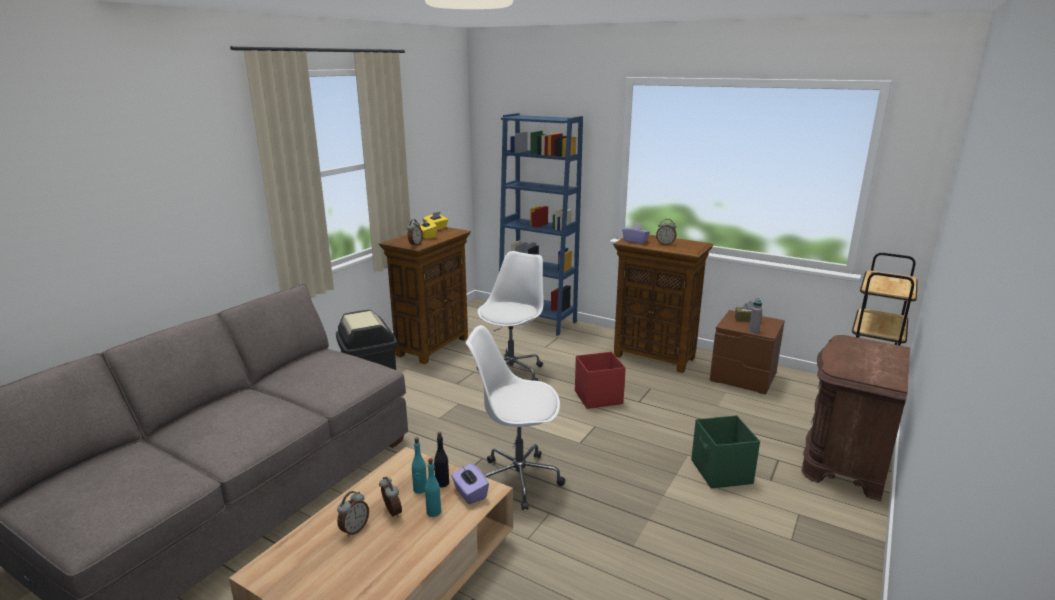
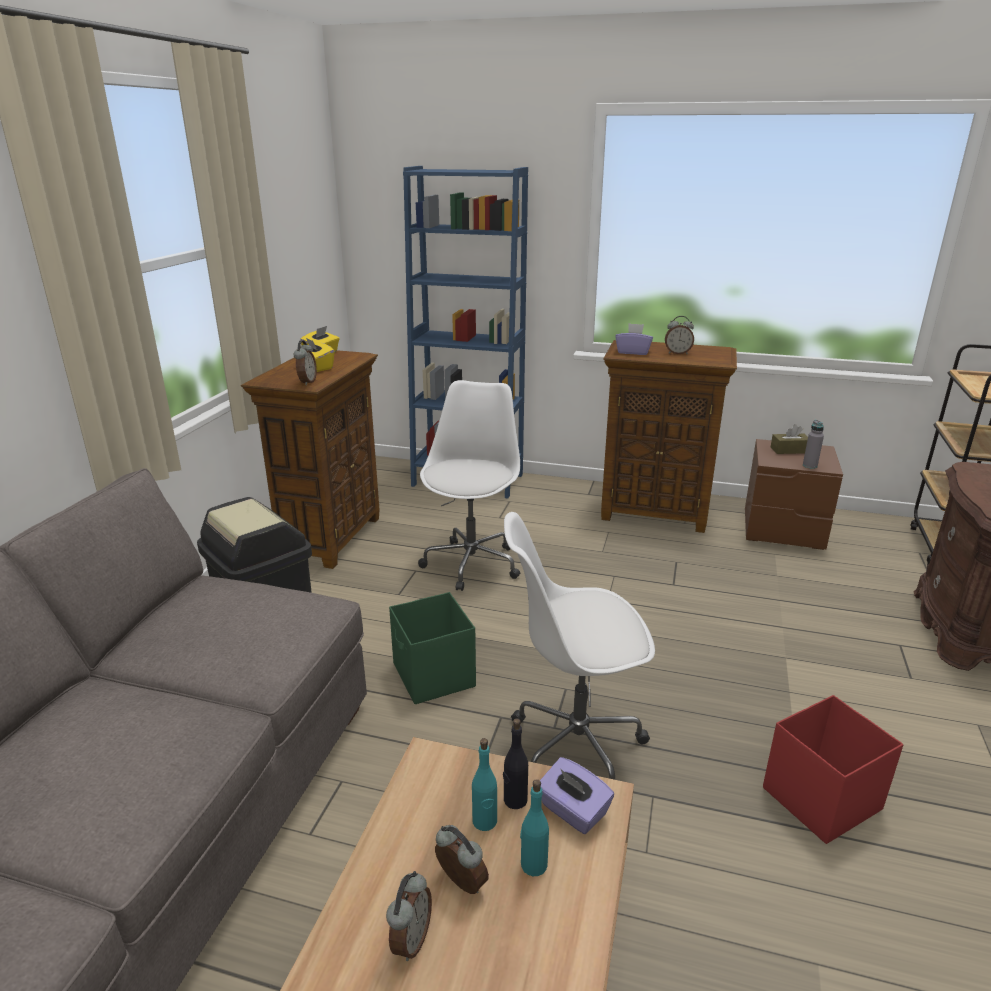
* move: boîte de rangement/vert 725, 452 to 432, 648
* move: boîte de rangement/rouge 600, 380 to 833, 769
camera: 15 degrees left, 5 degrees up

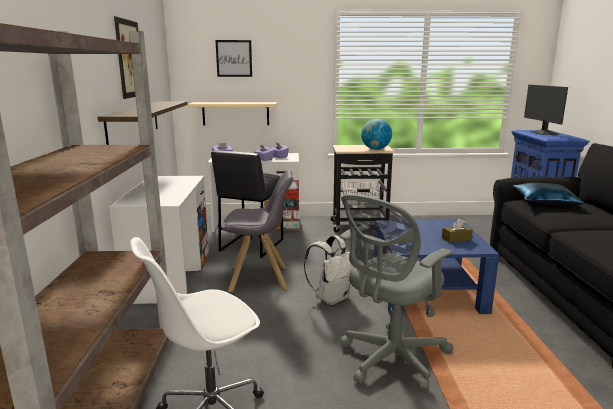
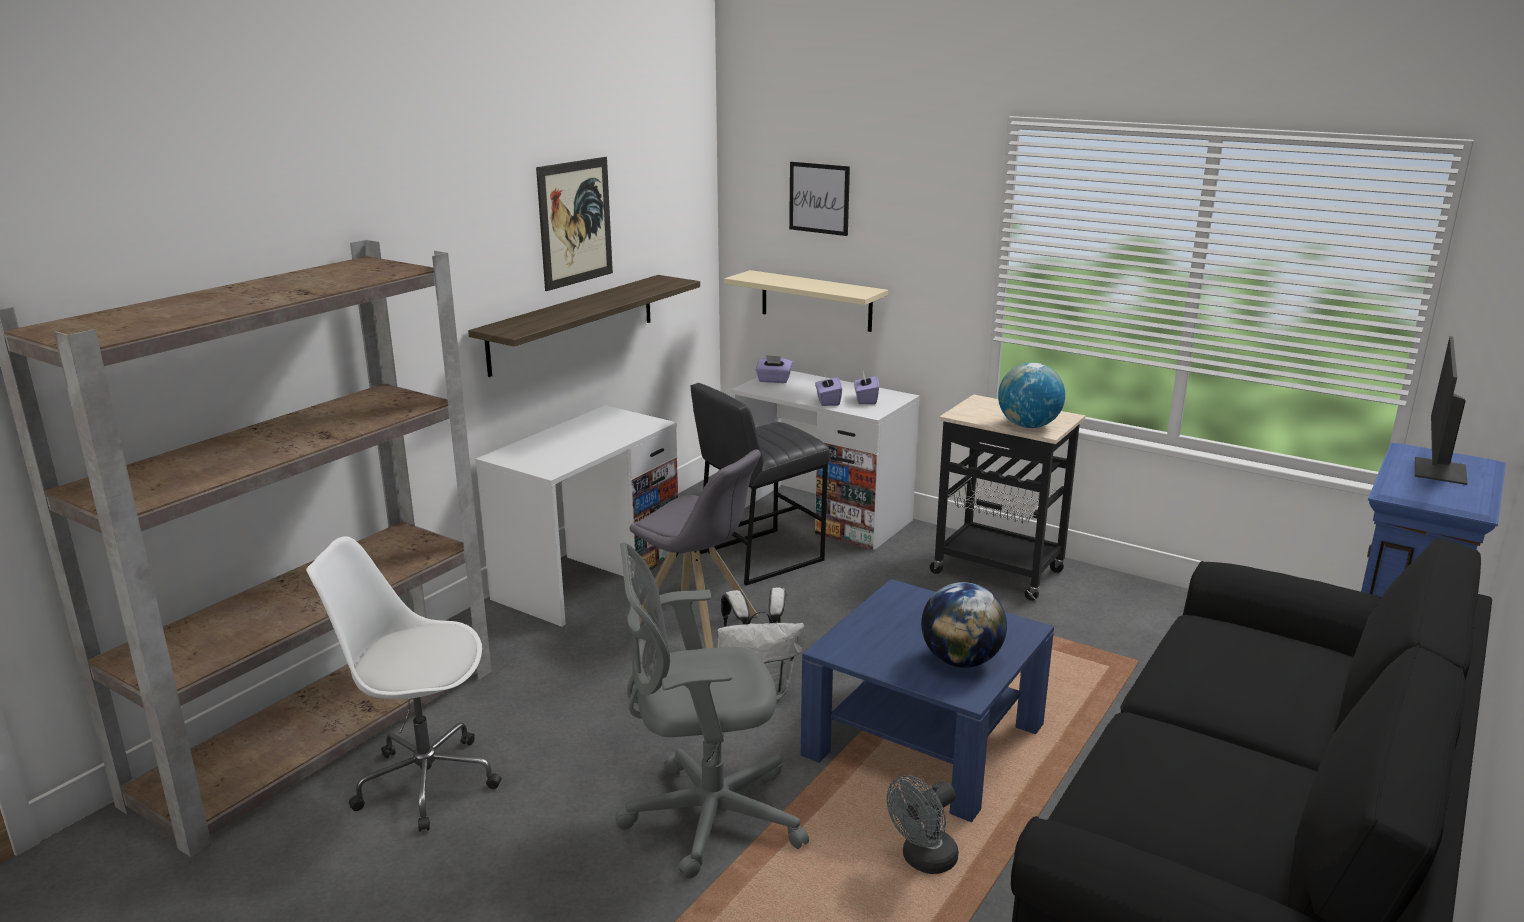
* insert: ventilateur/gris 923, 824
* replace: boîte à mouchoirs/marron 457, 230 to globe 964, 625
* delete: coussin/bleu 549, 195
camera: 35 degrees right, 5 degrees up

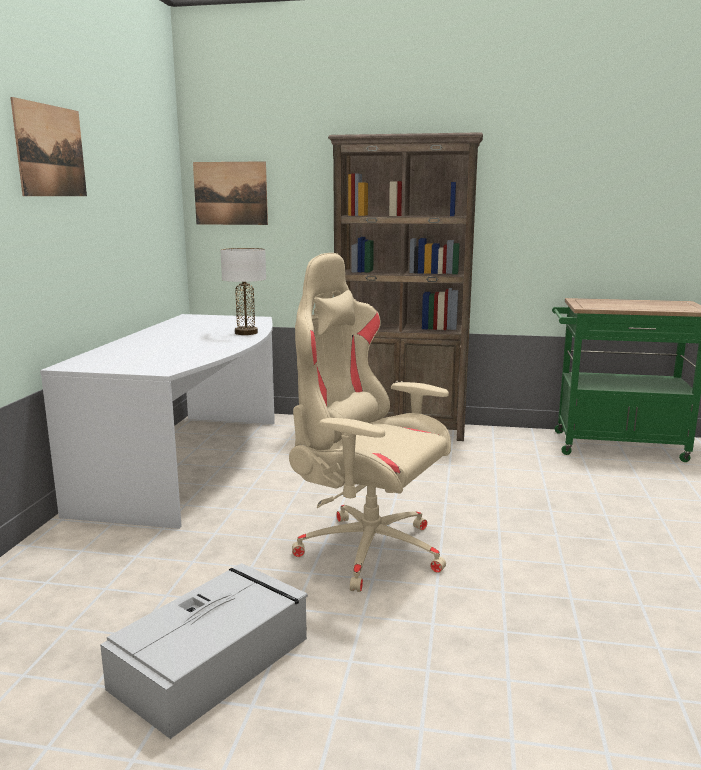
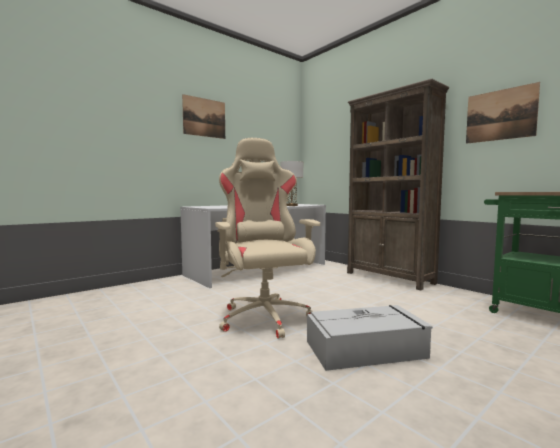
* move: boîte de rangement/gris 203, 651 to 370, 338
* move: tableau 230, 193 to 503, 113
camera: 40 degrees right, 10 degrees down

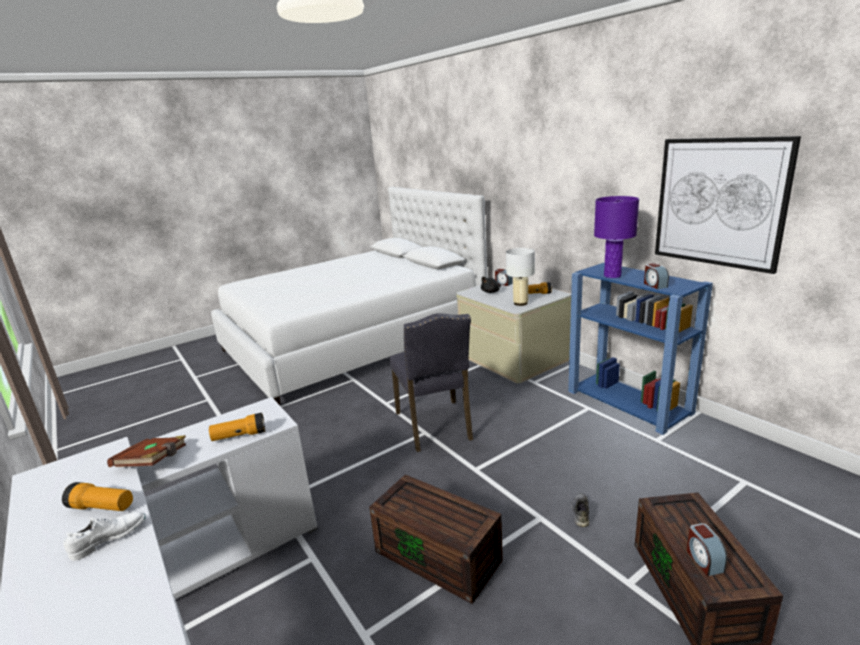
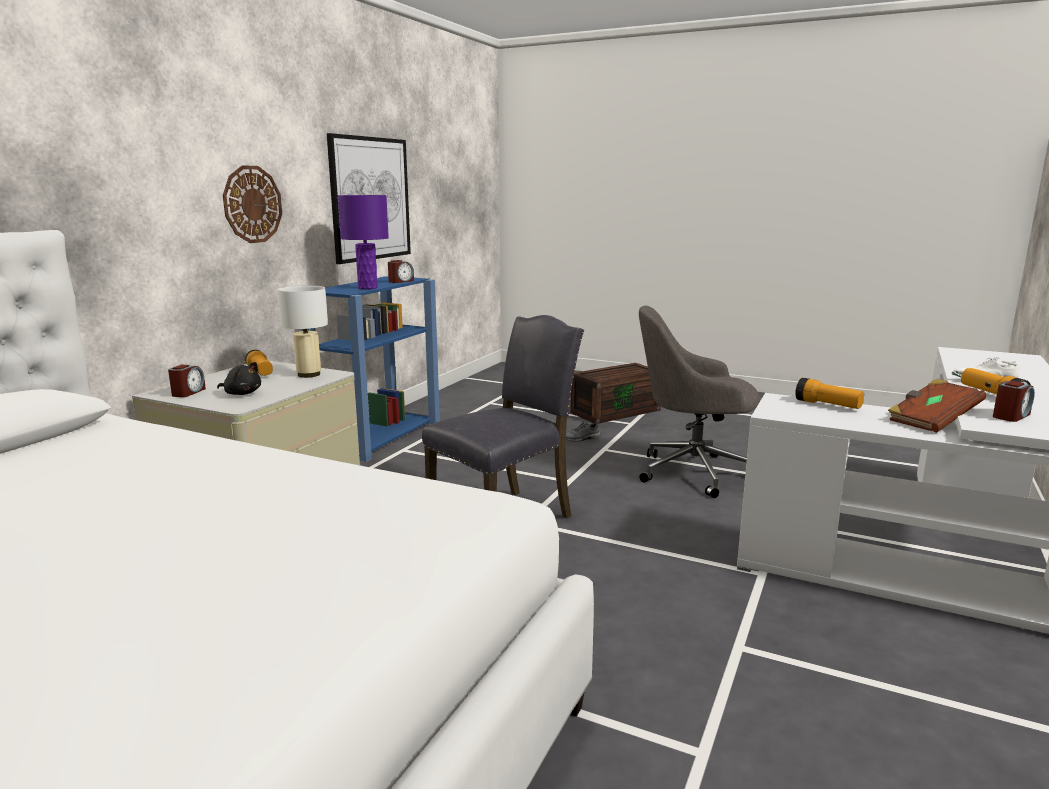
* insert: horloge murale 252, 204
* replace: boîte de rangement/marron 436, 539 to chaise de bureau/gris 699, 402
* move: réveil 707, 549 to 1014, 401
camera: 120 degrees left, 5 degrees down

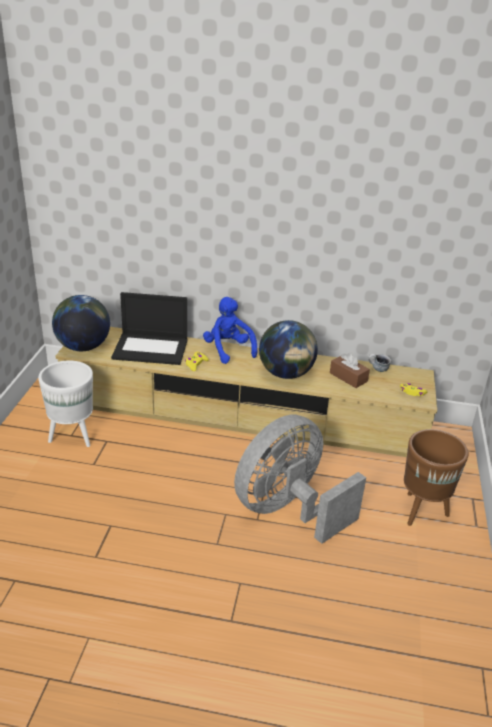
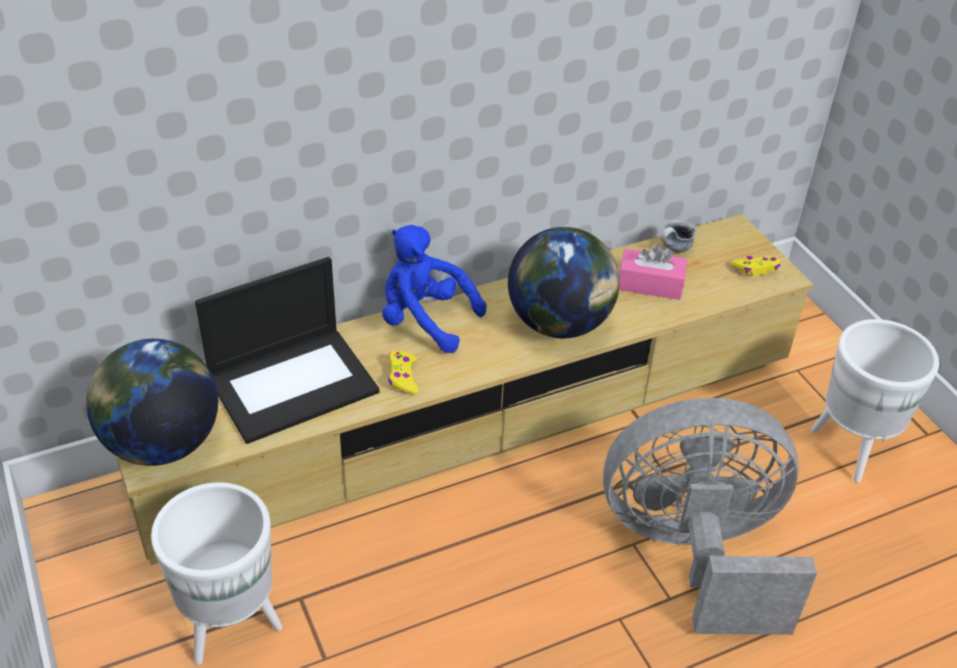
* rotate: ventilateur/gris 300, 479 = 710, 516 75 degrees clockwise
* recolor: boîte à mouchoirs/marron 350, 370 to boîte à mouchoirs/rose 653, 272
* recolor: cache-pot/marron 436, 477 to cache-pot/blanc 875, 401
camera: 35 degrees left, 10 degrees up

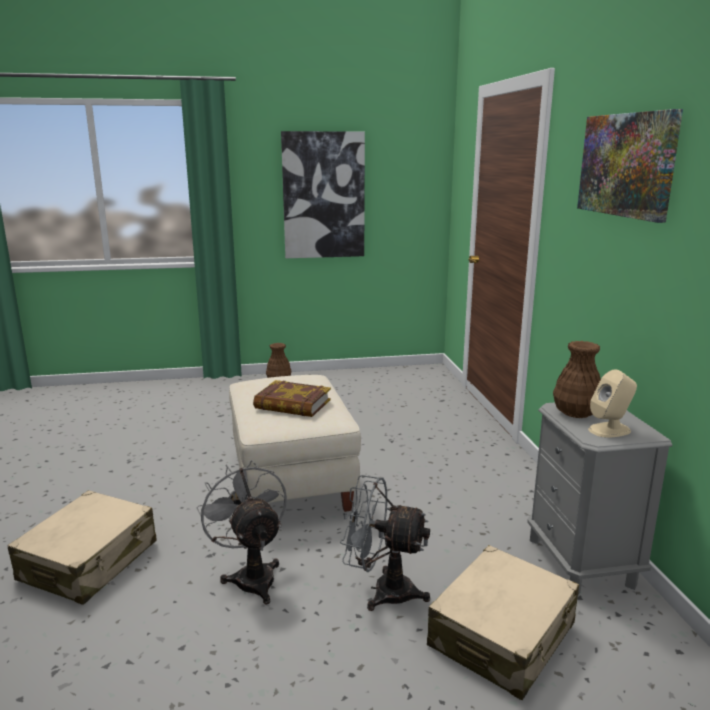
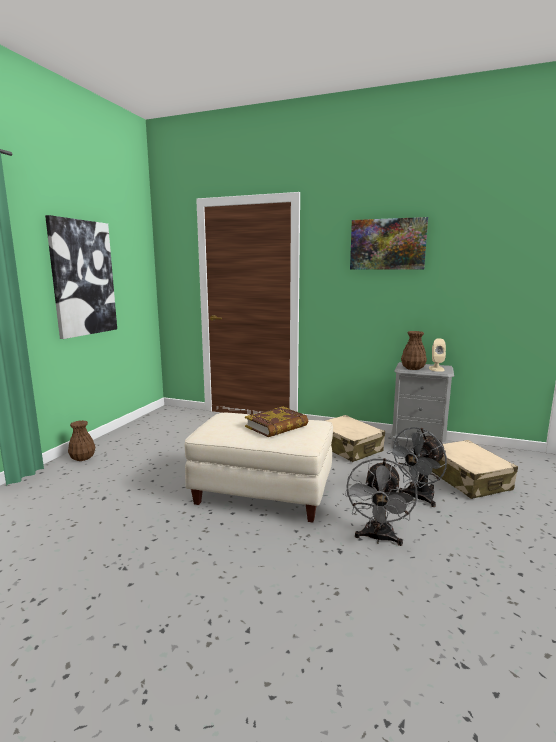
* move: valise/beige 82, 547 to 355, 438
* rotate: ventilateur/gris 242, 532 = 381, 502 75 degrees counterclockwise
camera: 60 degrees left, 5 degrees down

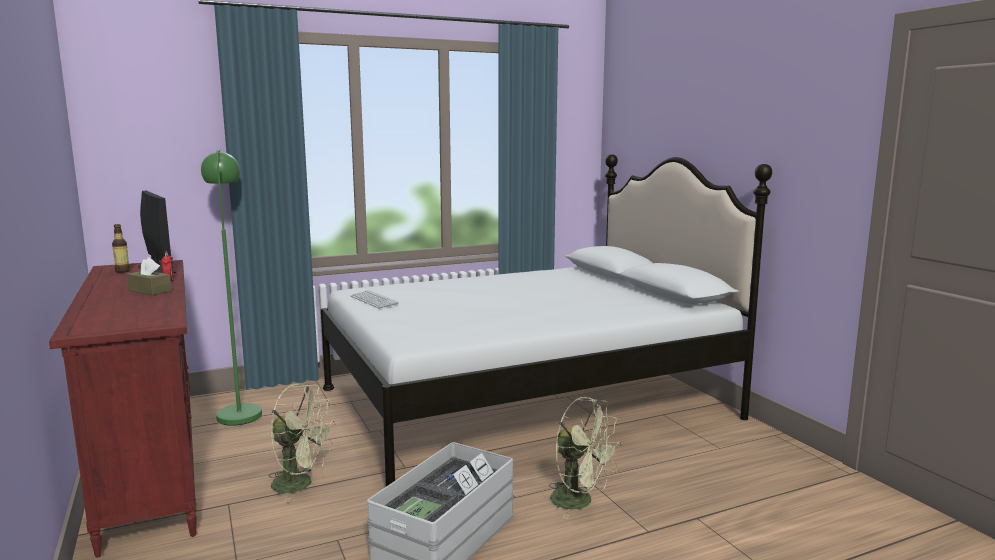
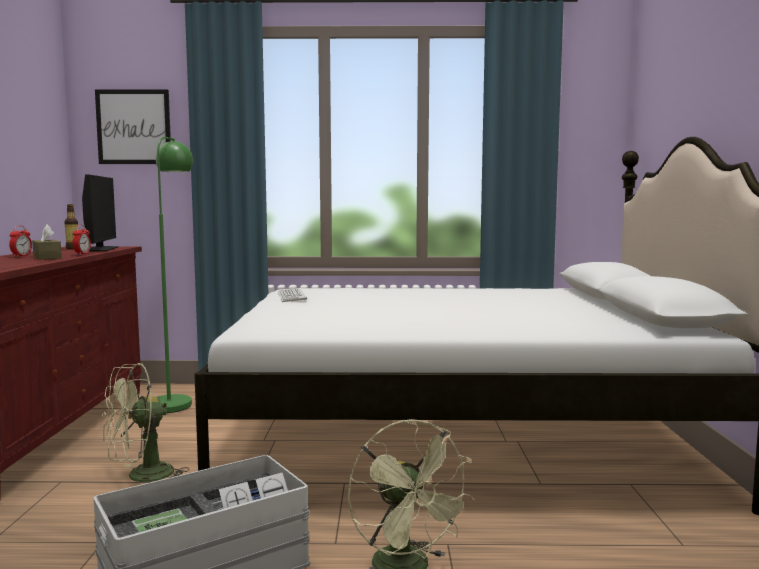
* insert: réveil 20, 241
* insert: tableau 133, 127
* rotate: ventilateur/vert 301, 443 = 145, 422 105 degrees clockwise
camera: 25 degrees right, 5 degrees down

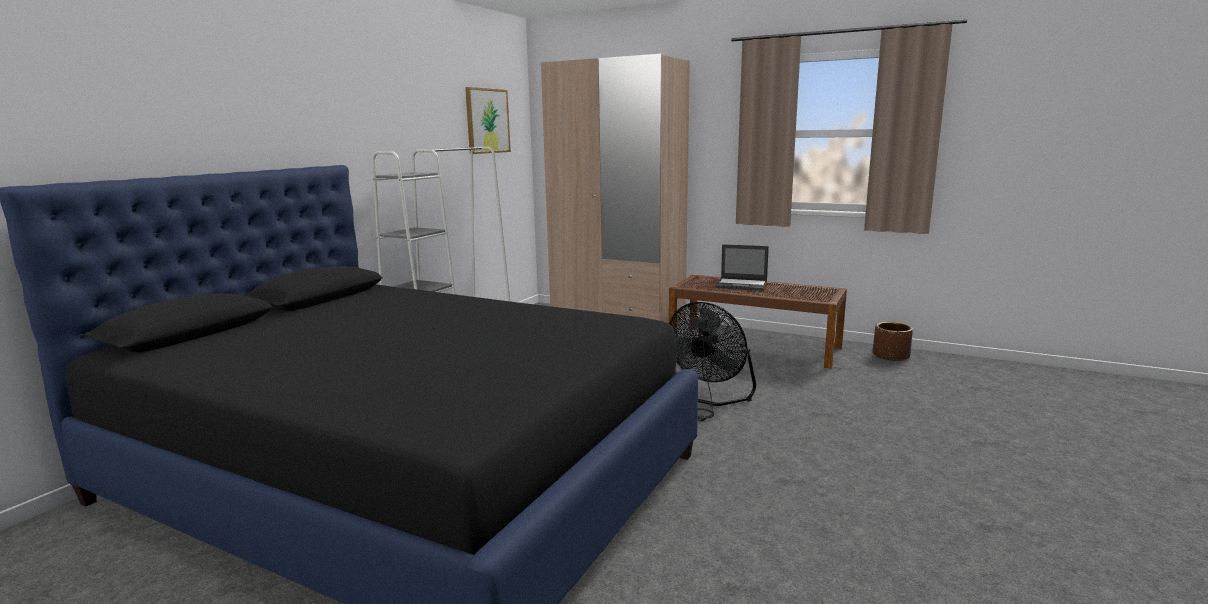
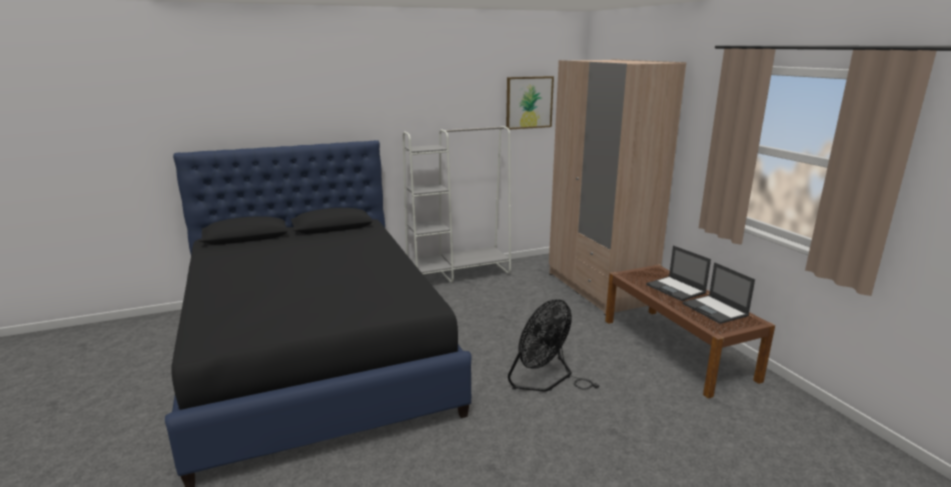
* rotate: ventilateur/noir 712, 362 = 554, 346 120 degrees counterclockwise
* insert: ordinateur portable 719, 293
* delete: cache-pot/marron 893, 341
camera: 40 degrees right, 5 degrees up

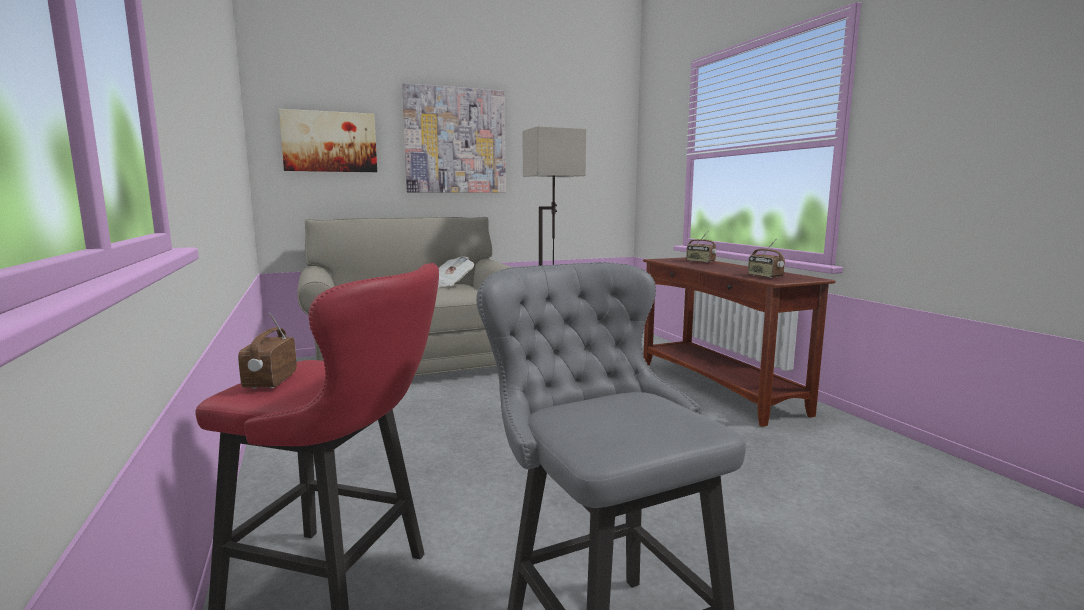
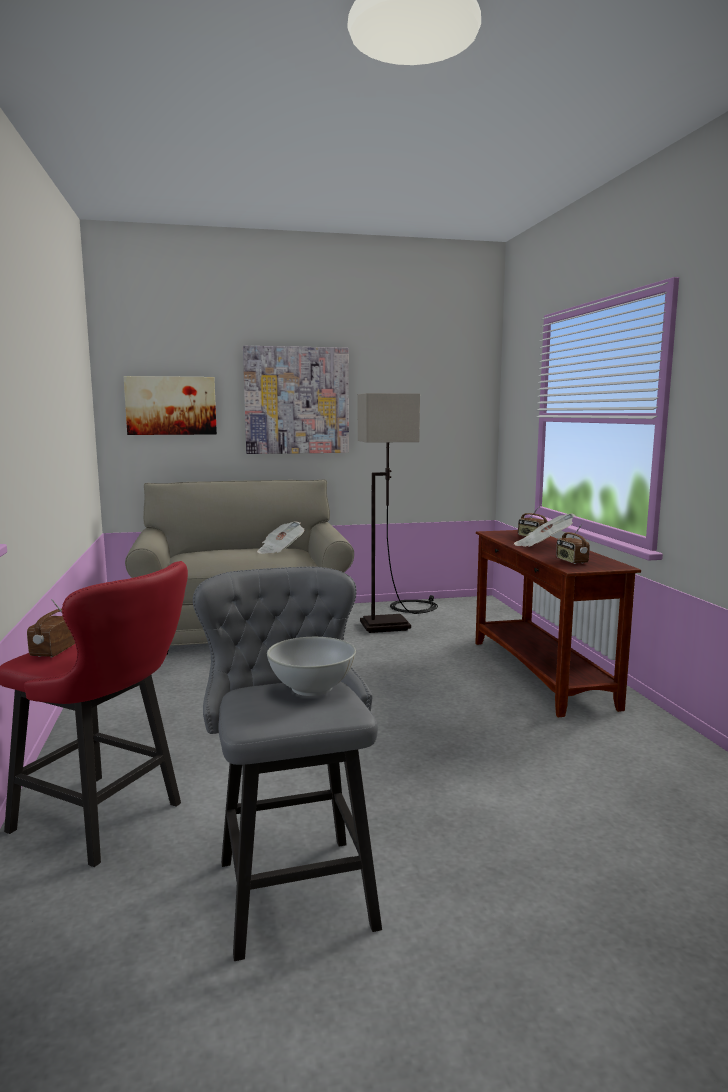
* insert: bol/blanc 311, 666
* insert: journal 545, 530
camera: 10 degrees right, 0 degrees up

